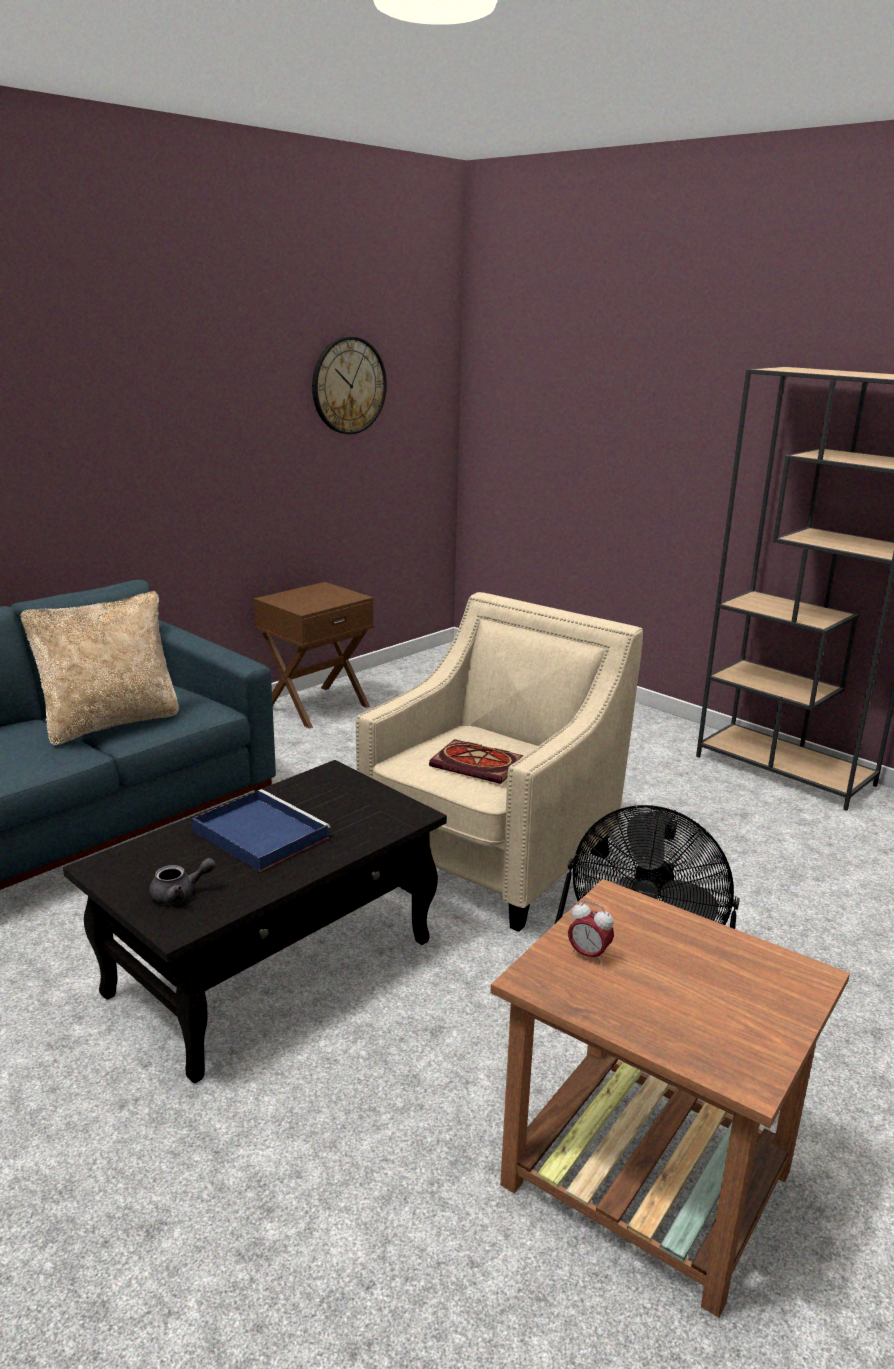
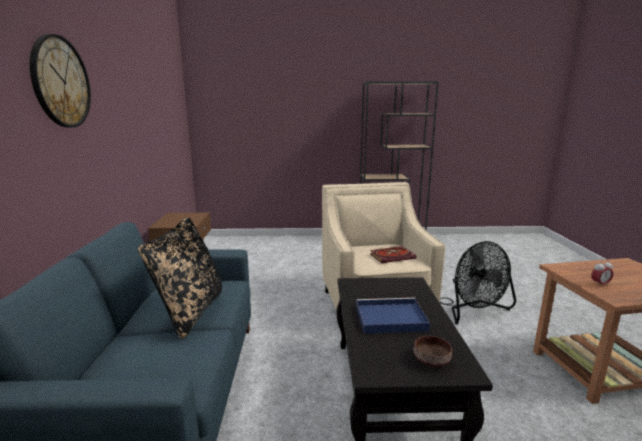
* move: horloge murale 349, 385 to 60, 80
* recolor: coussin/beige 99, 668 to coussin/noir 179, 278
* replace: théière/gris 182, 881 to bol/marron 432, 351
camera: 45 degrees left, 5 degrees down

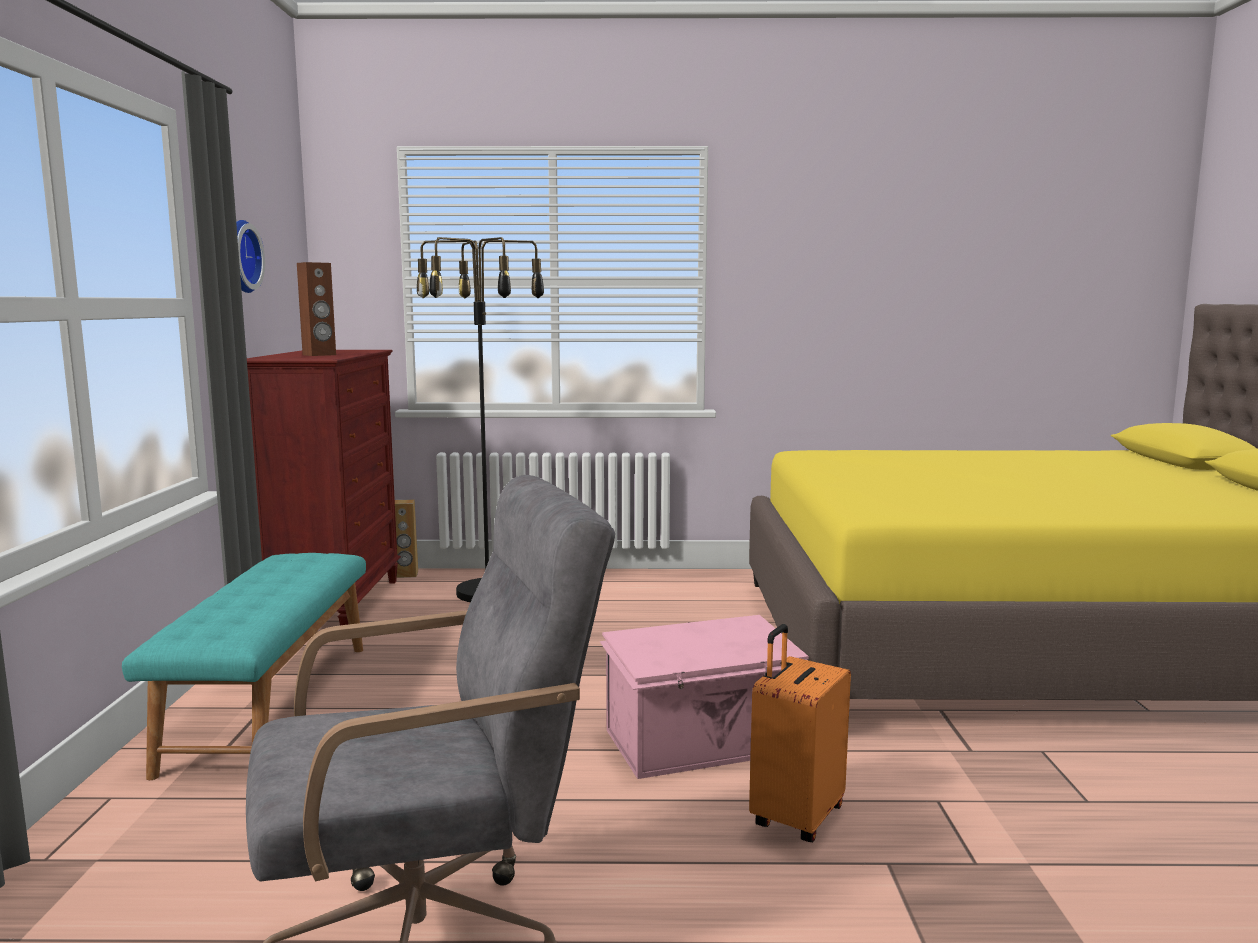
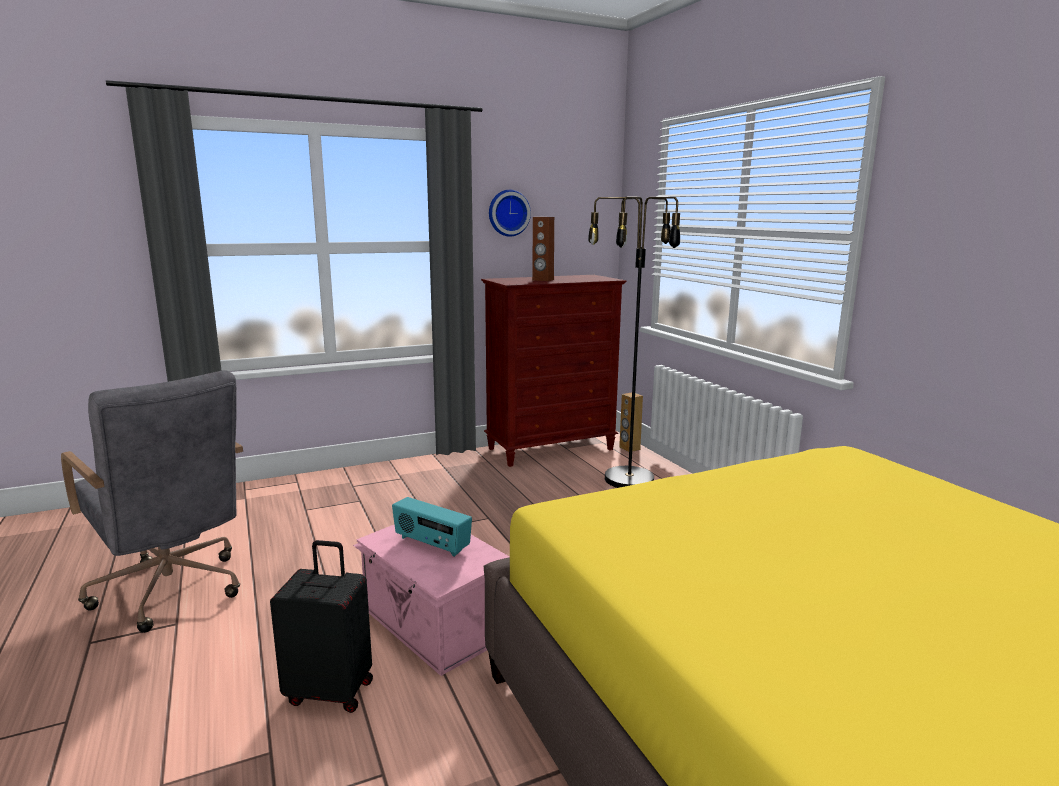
* recolor: valise/orange 800, 733 to valise/noir 321, 626
* insert: radio 432, 527
* delete: banc/turquoise 244, 666
camera: 65 degrees right, 5 degrees up

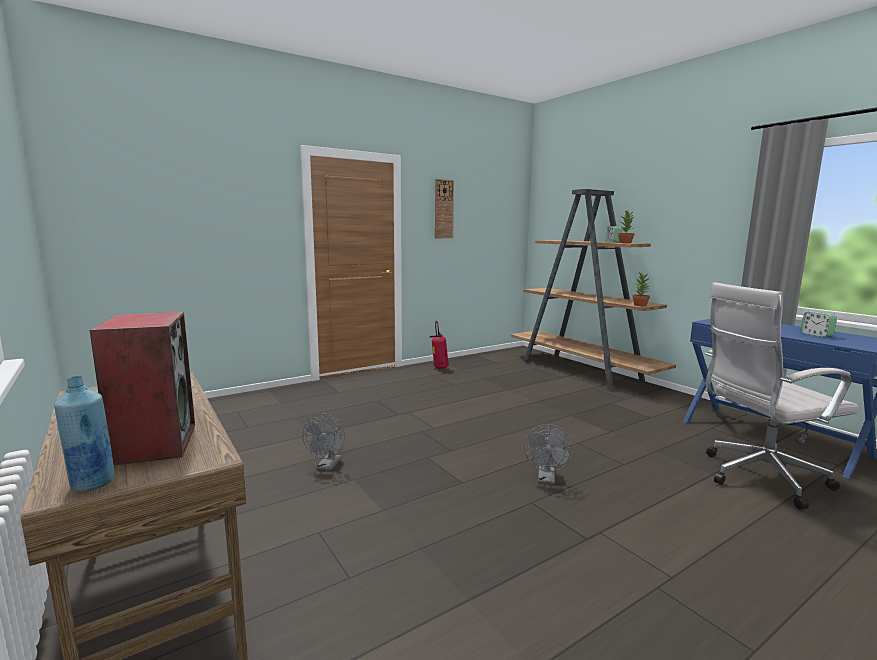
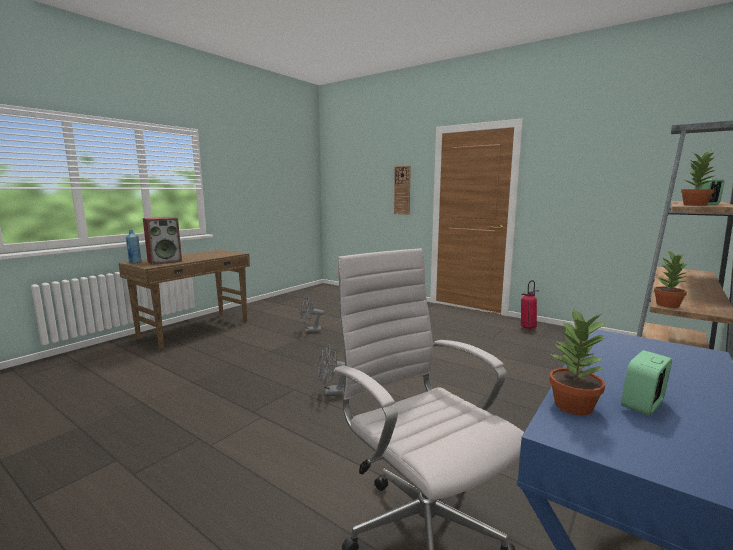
* move: horloge murale 444, 208 to 402, 190
* insert: plante en pot 578, 362
camera: 70 degrees right, 0 degrees up

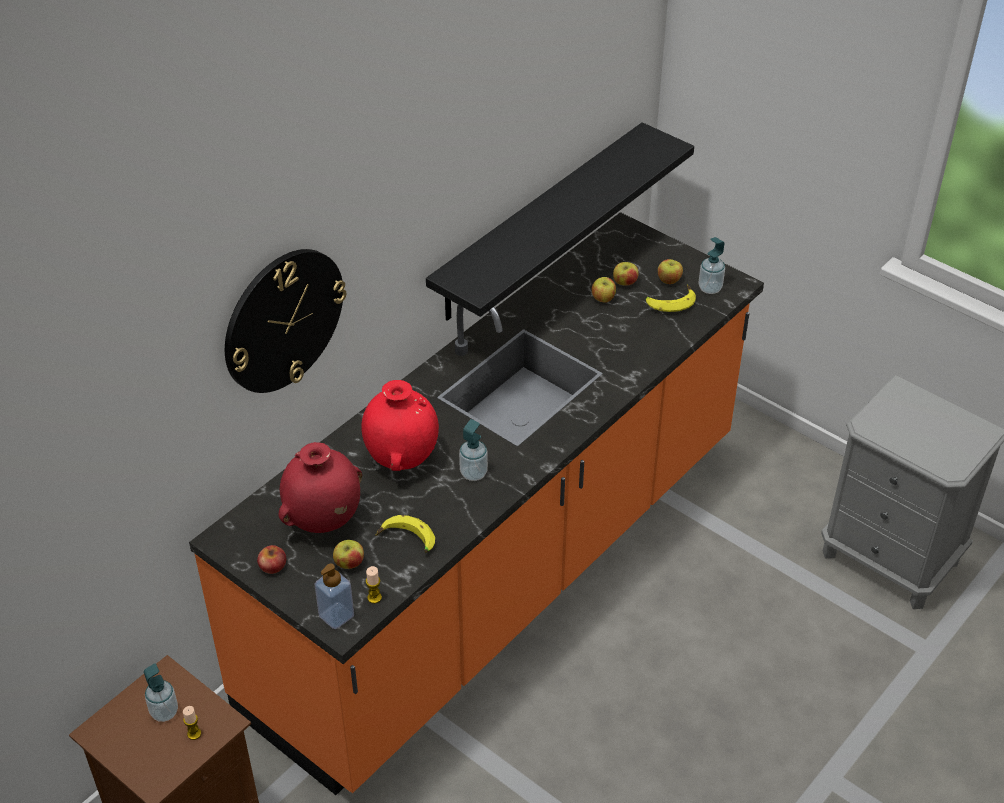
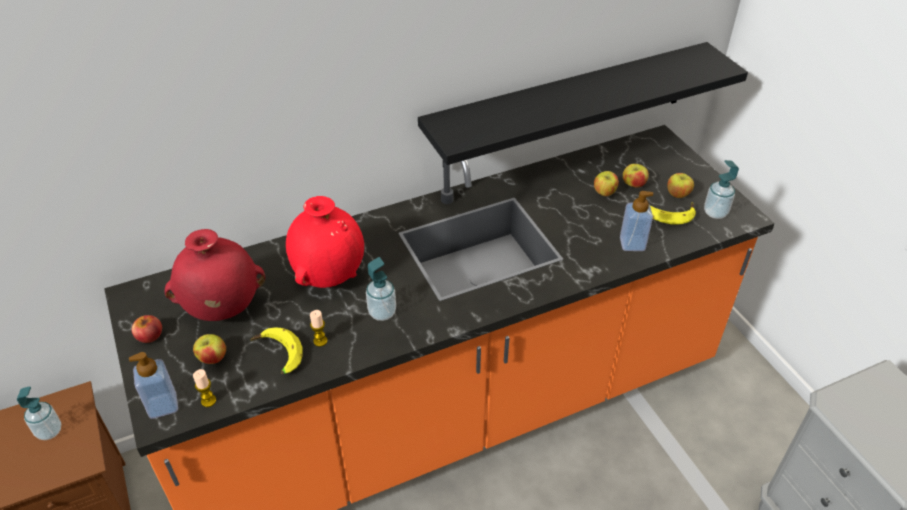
* move: bougie 192, 723 to 318, 328
* insert: distributeur de savon 636, 221
* delete: horloge murale 285, 321
camera: 25 degrees right, 0 degrees up

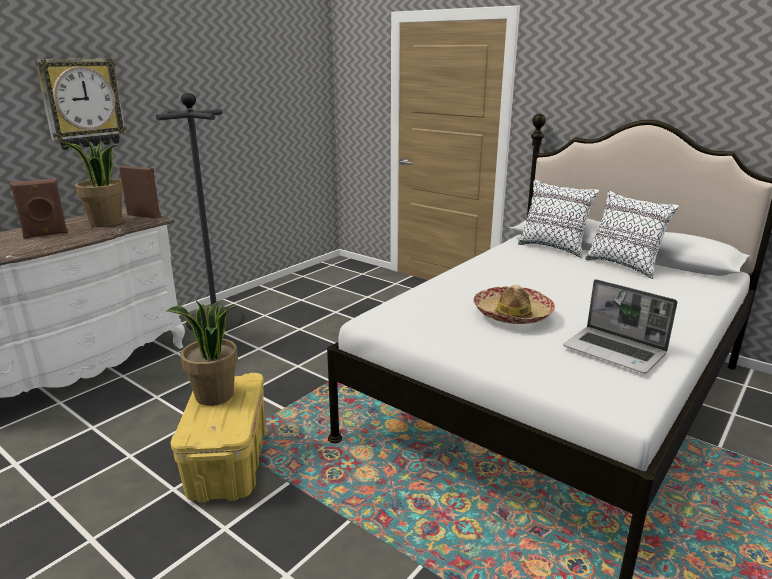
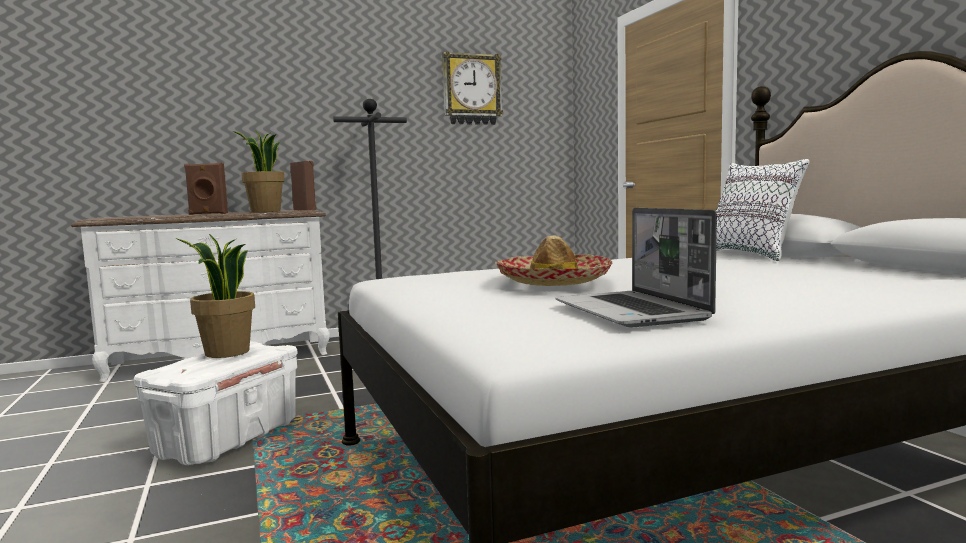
* recolor: boîte de rangement/jaune 218, 438 to boîte de rangement/blanc 216, 403
* move: horloge murale 81, 104 to 472, 88
* delete: coussin/blanc 632, 235
camera: 30 degrees right, 15 degrees down

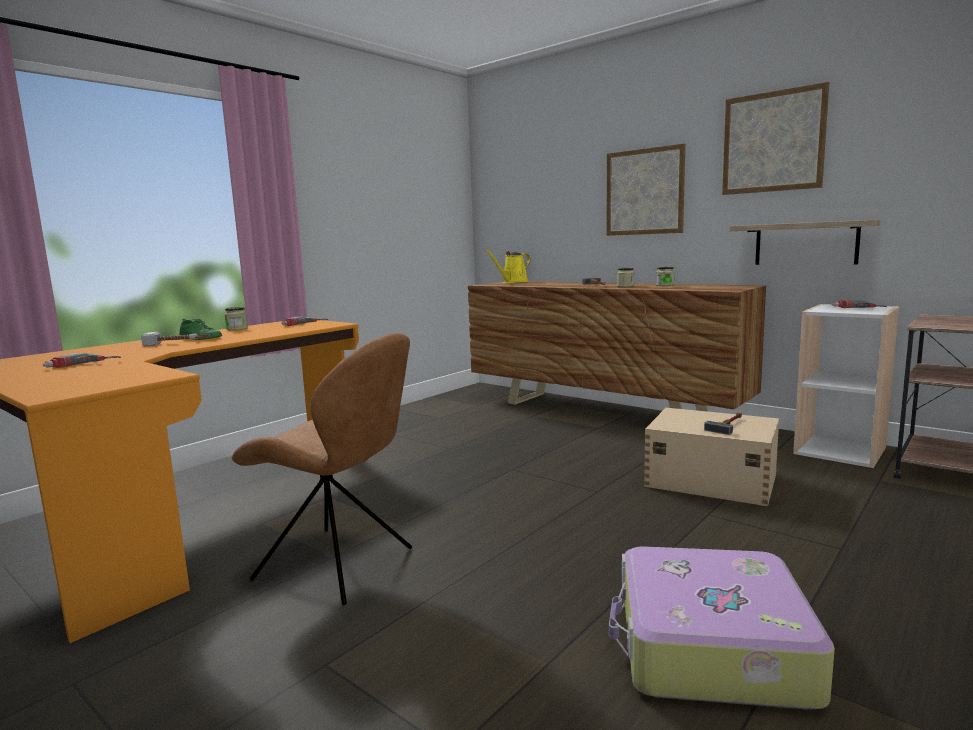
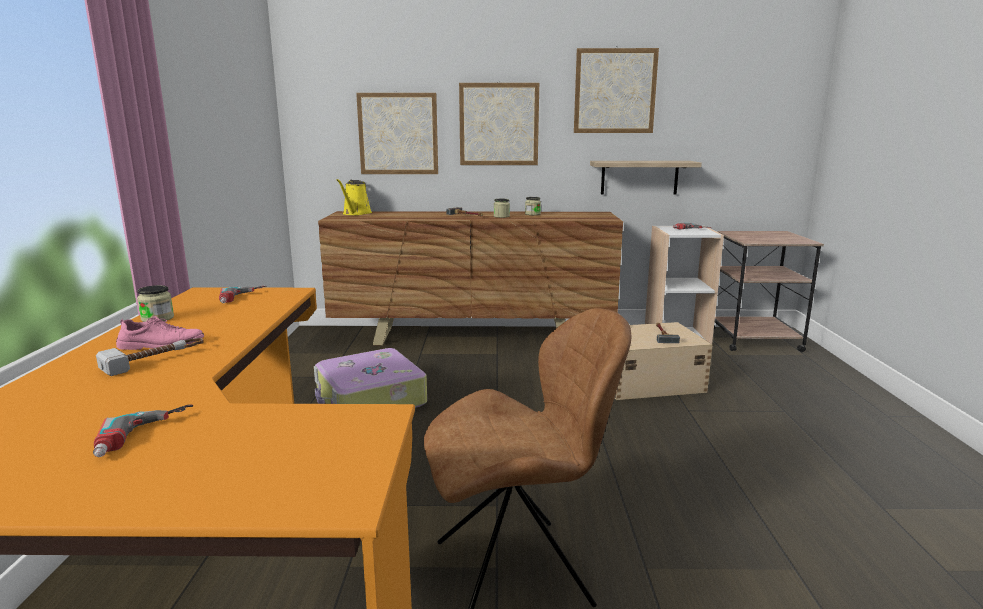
* recolor: chaussure/vert 200, 329 to chaussure/rose 160, 333
* move: valise 722, 627 to 370, 378
* insert: tableau 397, 132
camera: 40 degrees left, 5 degrees up

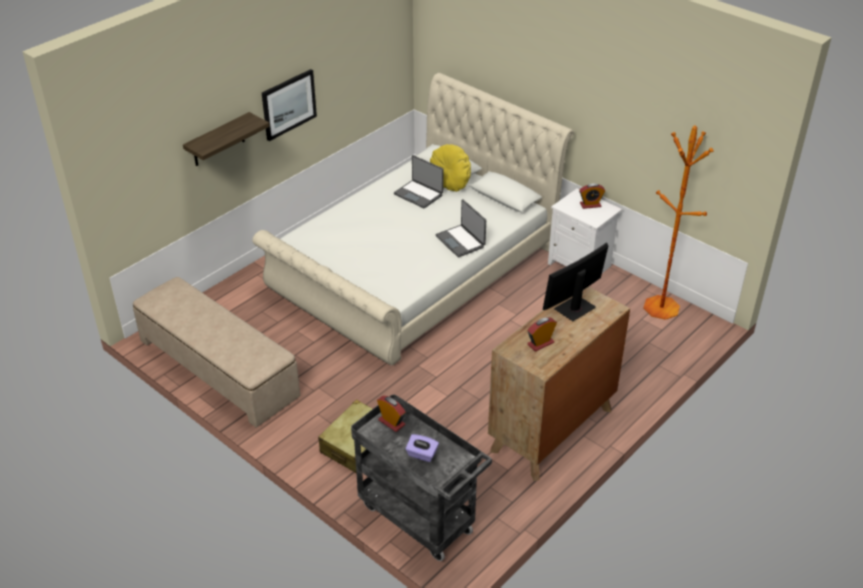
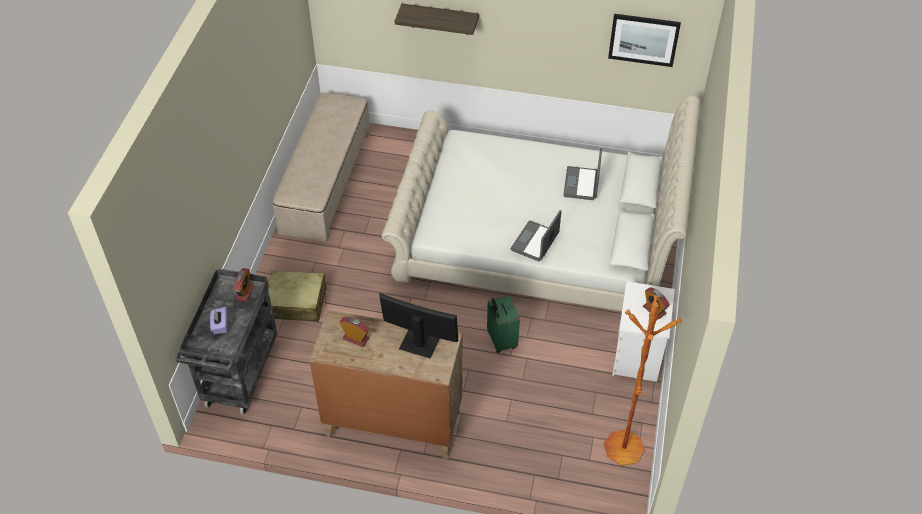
* insert: valise/vert 503, 324
* move: tableau 289, 105 to 644, 40
* delete: coussin/jaune 450, 168
camera: 60 degrees right, 10 degrees up

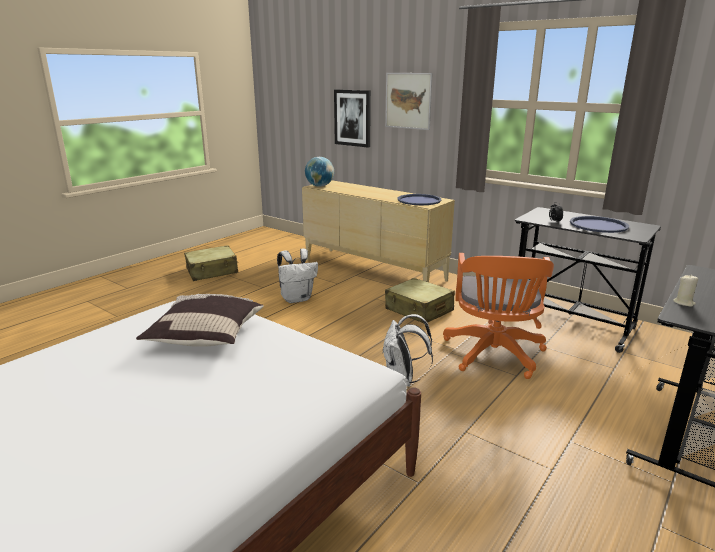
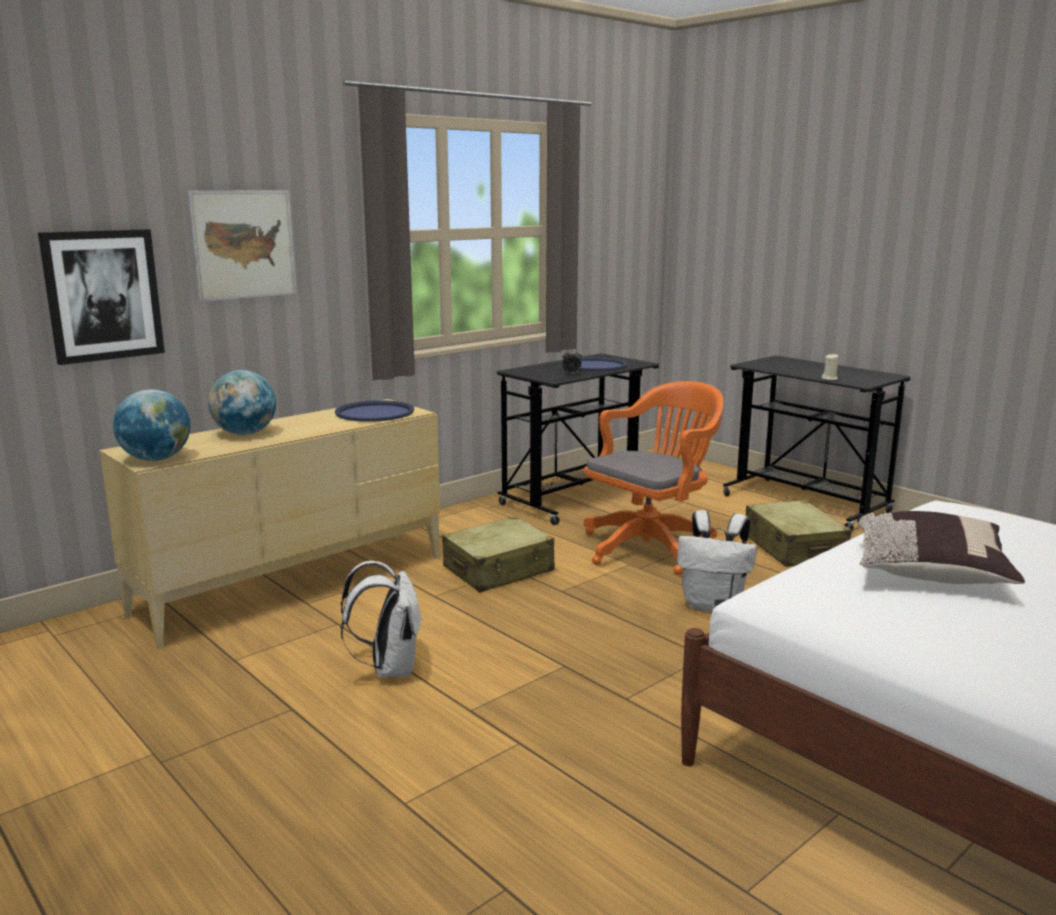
* insert: globe 242, 402
* rotate: chaise de bureau/orange 498, 316 = 653, 478 60 degrees counterclockwise
* move: valise/beige 211, 263 to 799, 533
camera: 80 degrees left, 5 degrees down

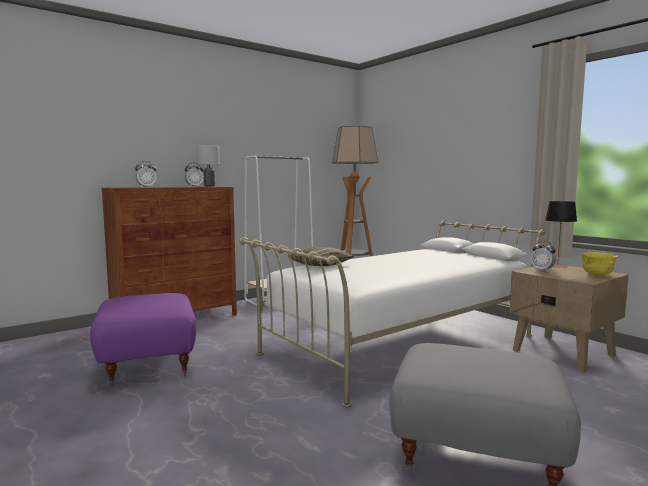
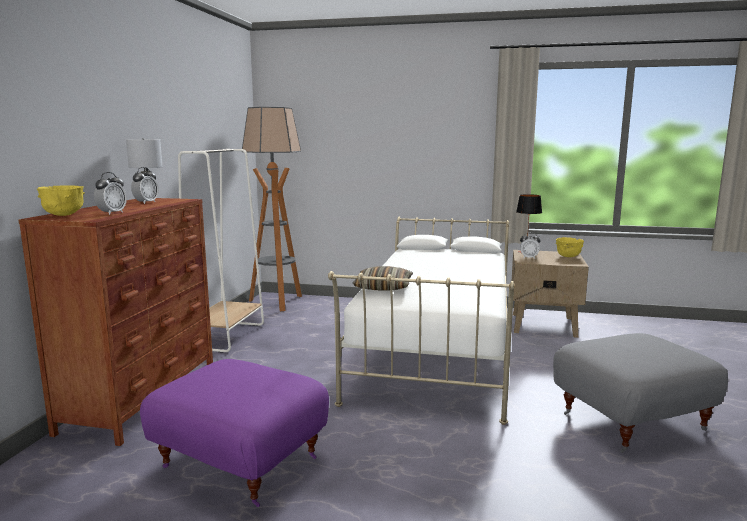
* insert: bol/jaune 61, 200
camera: 40 degrees left, 5 degrees up

